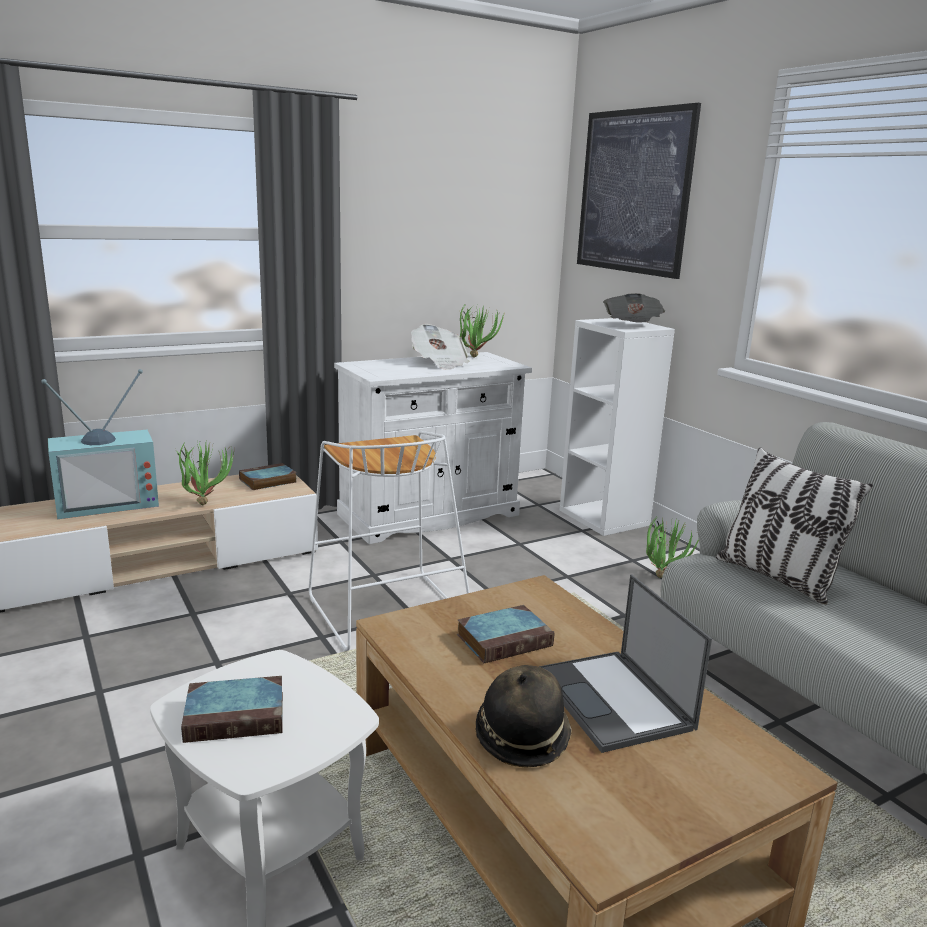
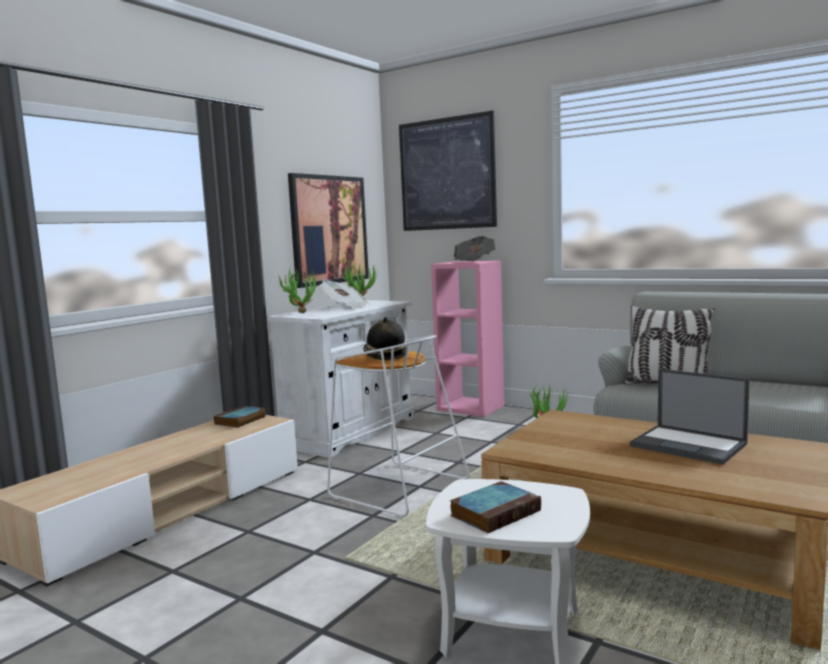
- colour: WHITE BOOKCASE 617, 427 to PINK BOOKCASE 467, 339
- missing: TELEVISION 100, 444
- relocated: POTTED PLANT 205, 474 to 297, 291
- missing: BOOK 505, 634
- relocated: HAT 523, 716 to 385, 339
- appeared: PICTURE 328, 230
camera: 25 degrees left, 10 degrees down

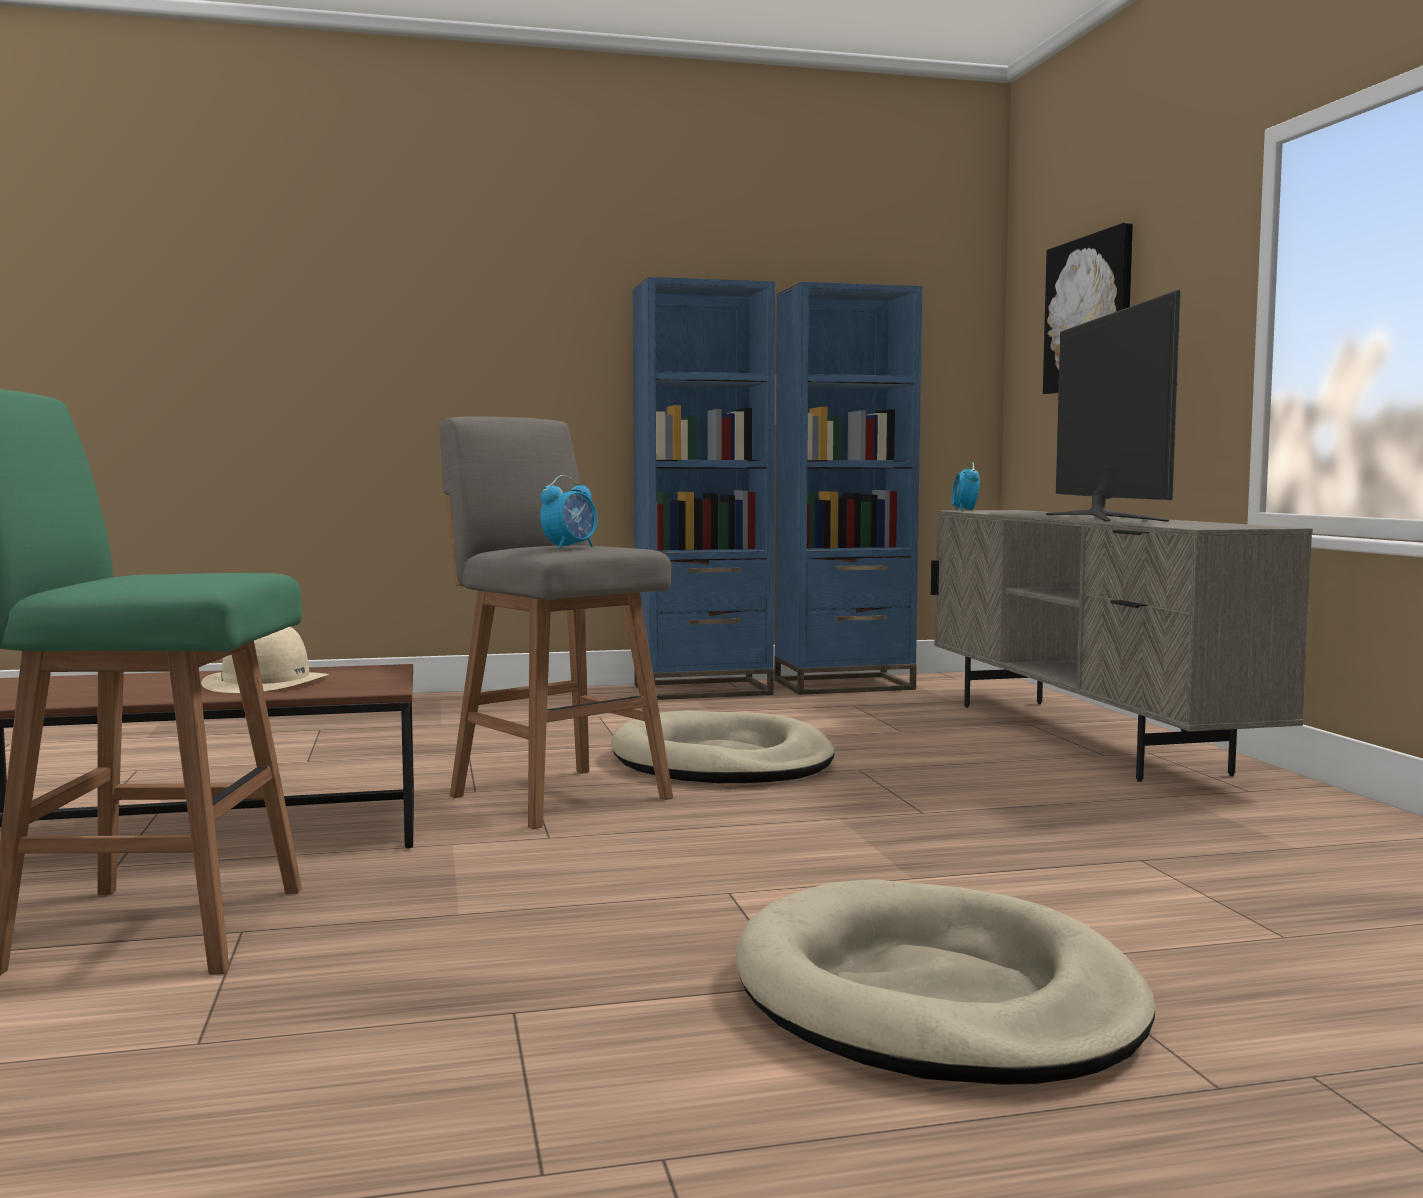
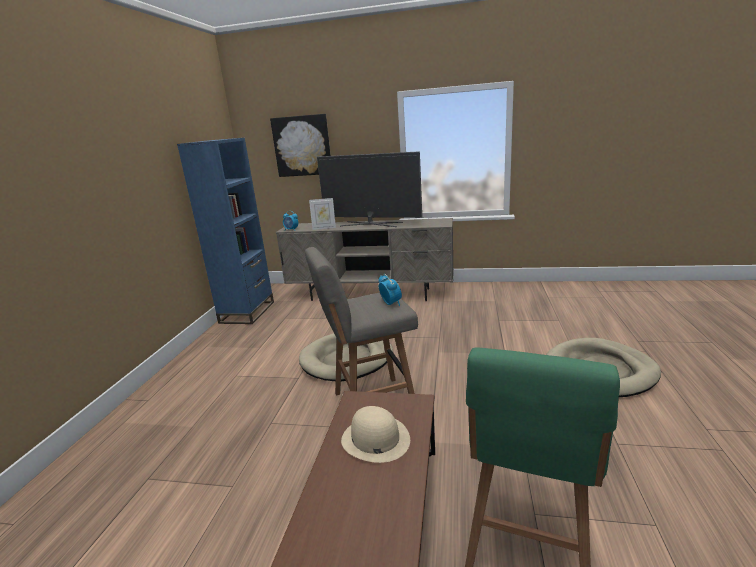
- missing: BLUE BOOKCASE 703, 488
- appeared: PICTURE FRAME 322, 214
camera: 65 degrees left, 15 degrees up

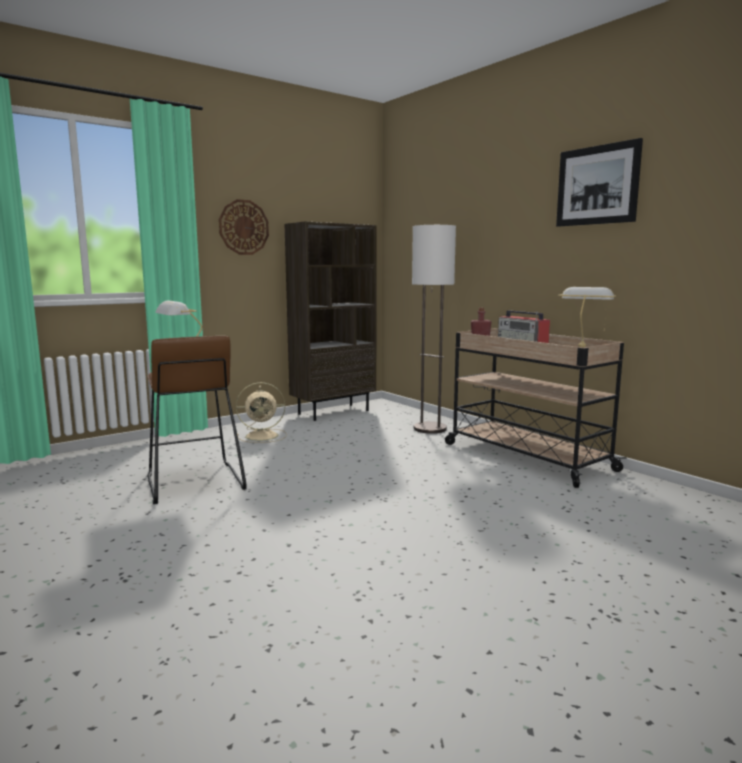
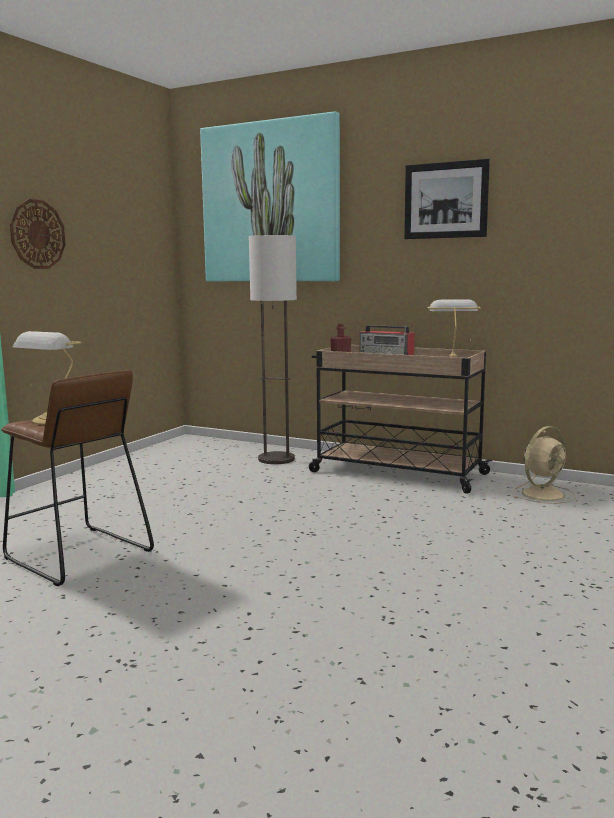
- missing: BROWN BOOKCASE 331, 321
- relocated: BEIGE FAN 261, 412 to 544, 465
- appeared: PICTURE 270, 196
camera: 25 degrees left, 0 degrees up

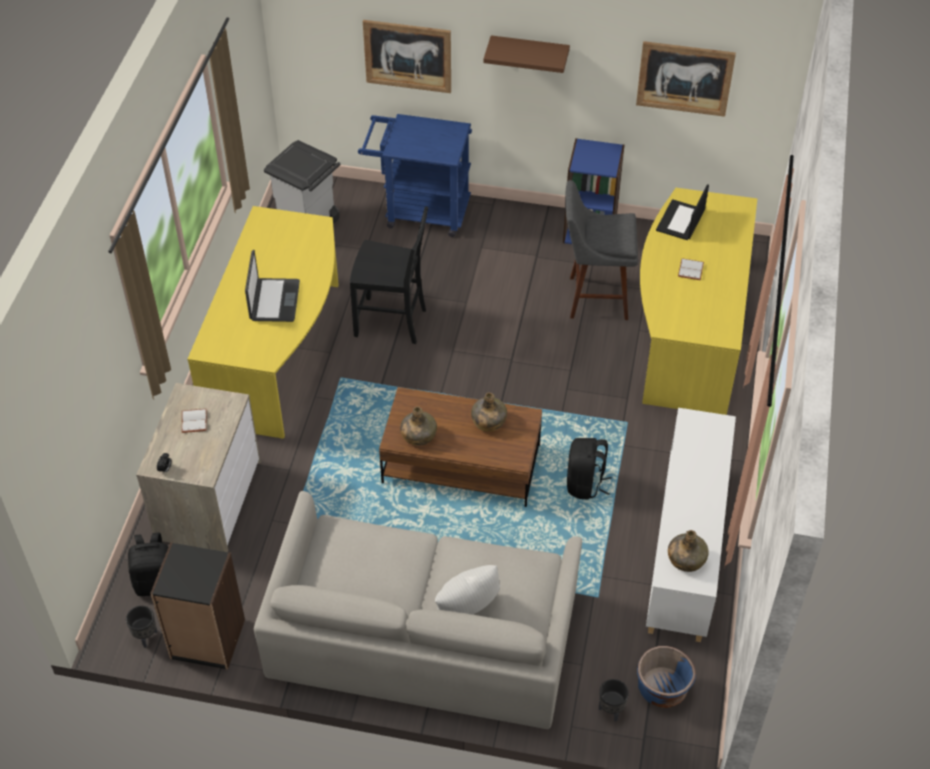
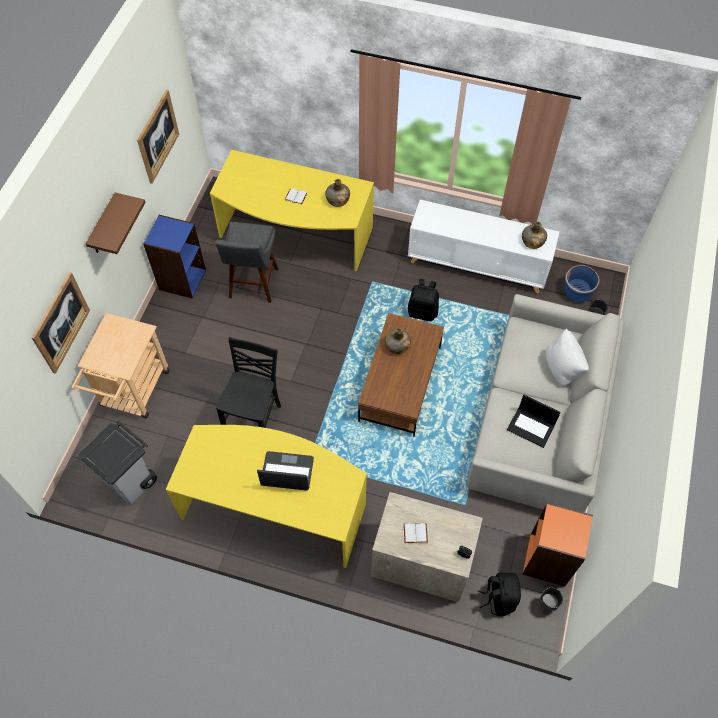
- colour: BLUE CART 415, 175 to BEIGE CART 120, 365
- relocated: LAPTOP 682, 212 to 534, 421
- relocated: GREEN BOTTLE 418, 426 to 337, 193
- colour: BLACK BOOKCASE 197, 605 to ORANGE BOOKCASE 557, 544
camera: 85 degrees left, 10 degrees up

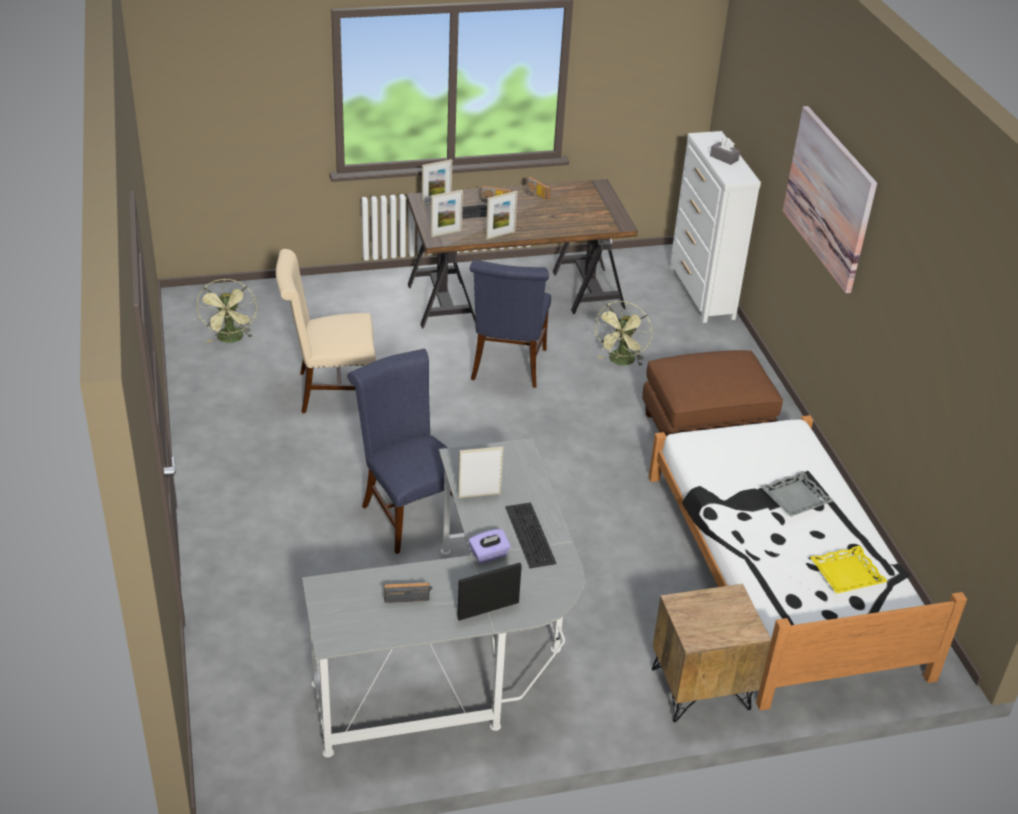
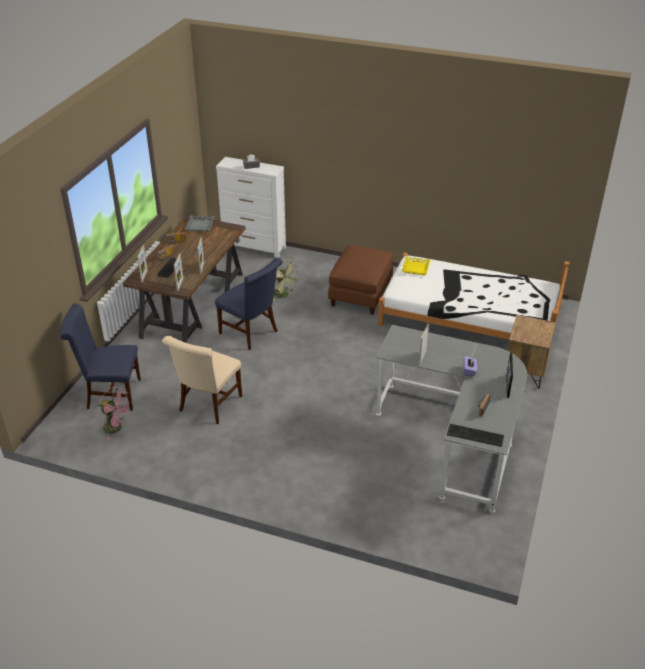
- missing: PICTURE 830, 199
- colour: GREEN FAN 226, 311 to PINK FAN 114, 413
- relocated: BLUE CHAIR 400, 451 to 100, 357
- relocated: GREY TRAY 797, 494 to 200, 223
- relocated: KEYBOARD 530, 535 to 475, 435
- relocated: YELLOW TRAY 849, 570 to 416, 265
camera: 55 degrees left, 0 degrees up

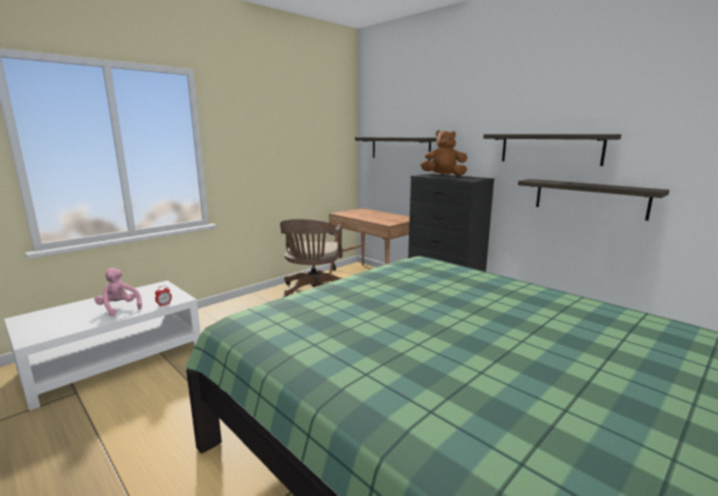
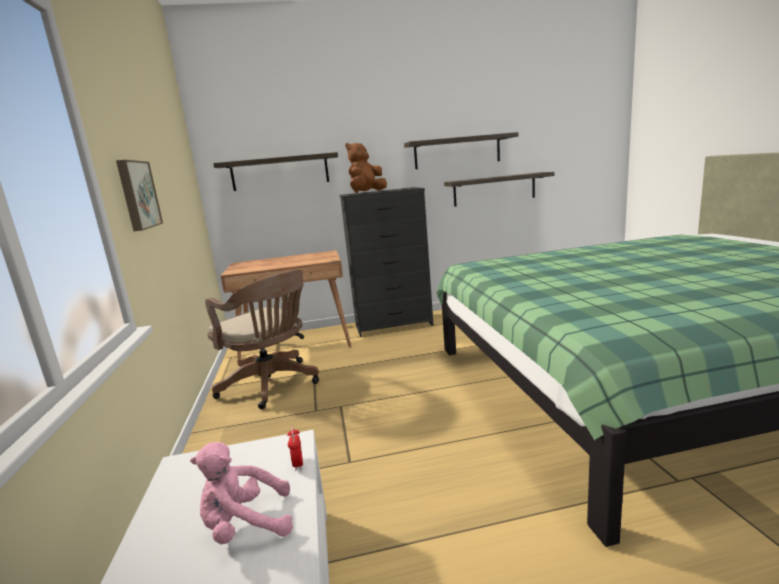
- appeared: PICTURE 139, 195
camera: 55 degrees left, 0 degrees up

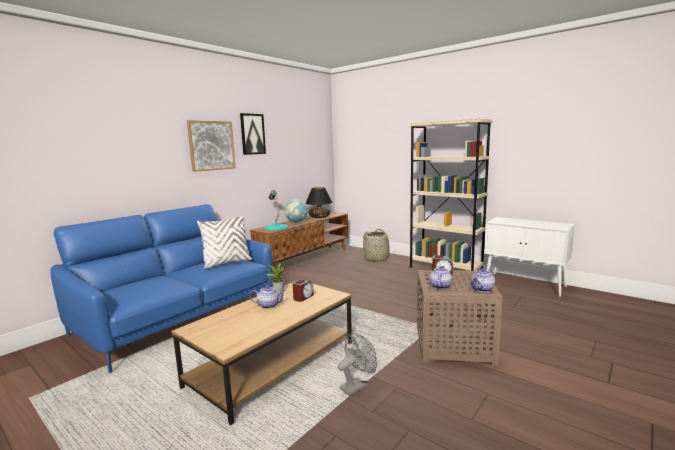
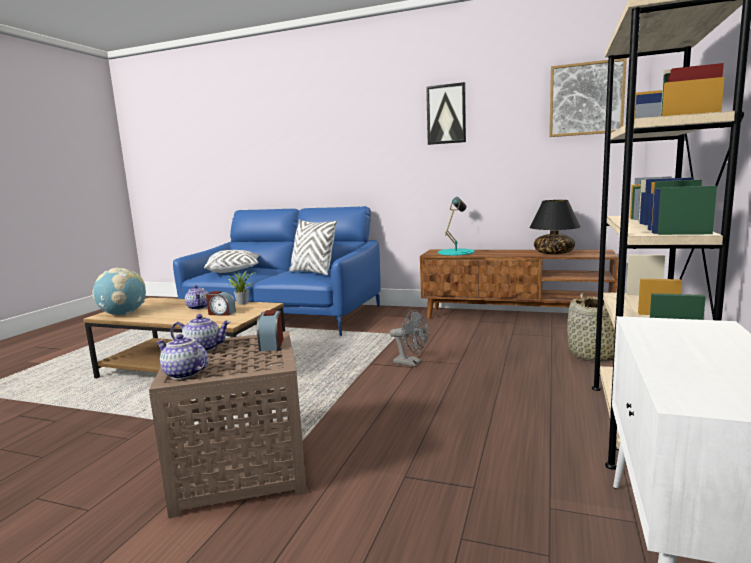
- relocated: PICTURE 211, 146 to 588, 97
- relocated: GLOBE 296, 211 to 119, 292
- relocated: GREY FAN 357, 364 to 408, 338
- appeared: WHITE PILLOW 232, 261
camera: 70 degrees right, 0 degrees up

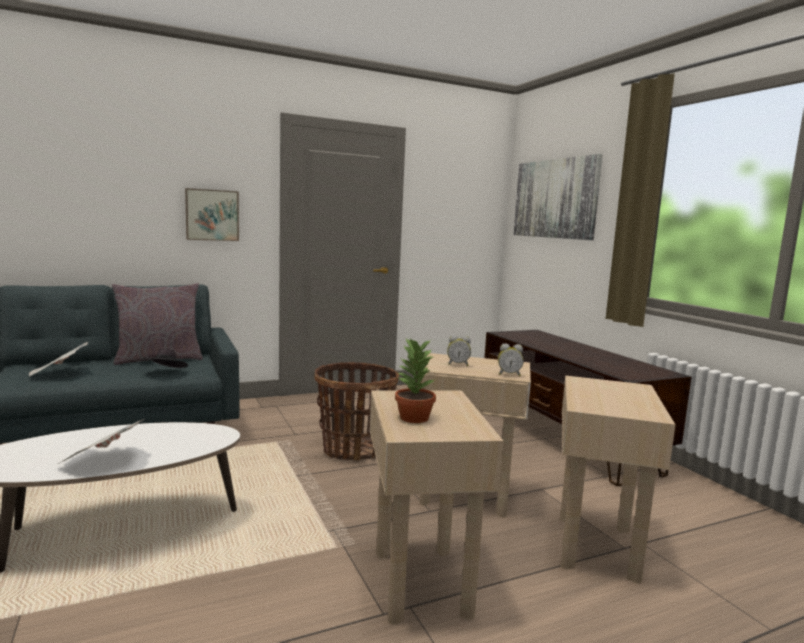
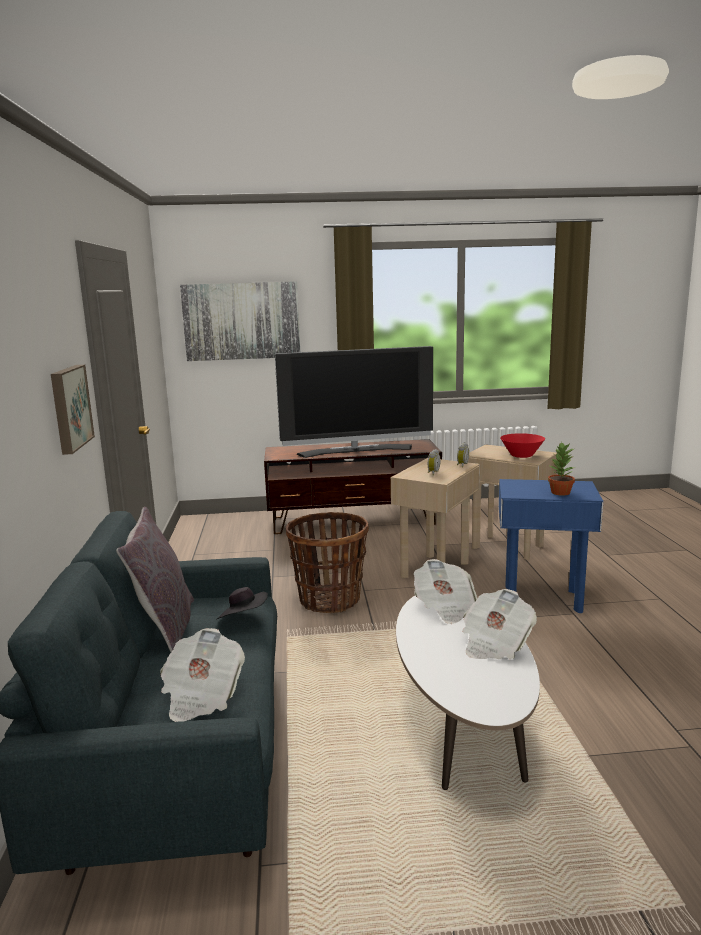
- colour: BEIGE SIDE TABLE 437, 507 to BLUE SIDE TABLE 551, 546
- appeared: TELEVISION 354, 402
- appeared: RED BOWL 522, 445
- appeared: NEWSPAPER 445, 591
camera: 70 degrees left, 5 degrees up

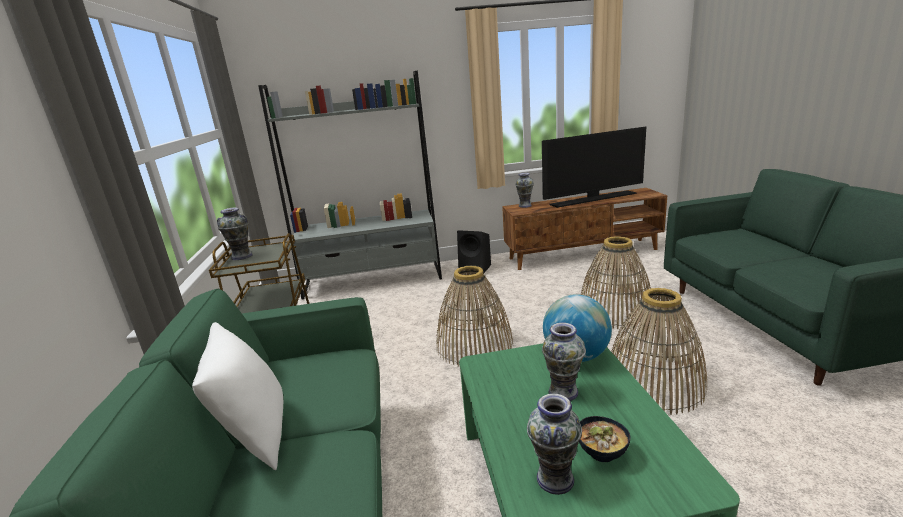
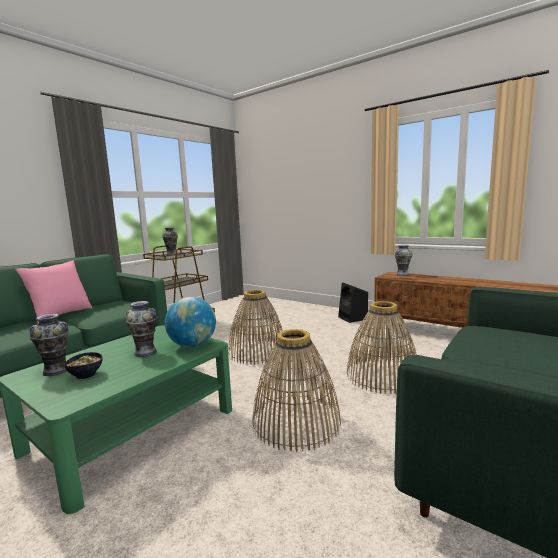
- missing: GREY BOOKCASE 350, 185
- missing: TELEVISION 594, 167
- colour: WHITE PILLOW 237, 396 to PINK PILLOW 53, 292
camera: 45 degrees right, 10 degrees down

